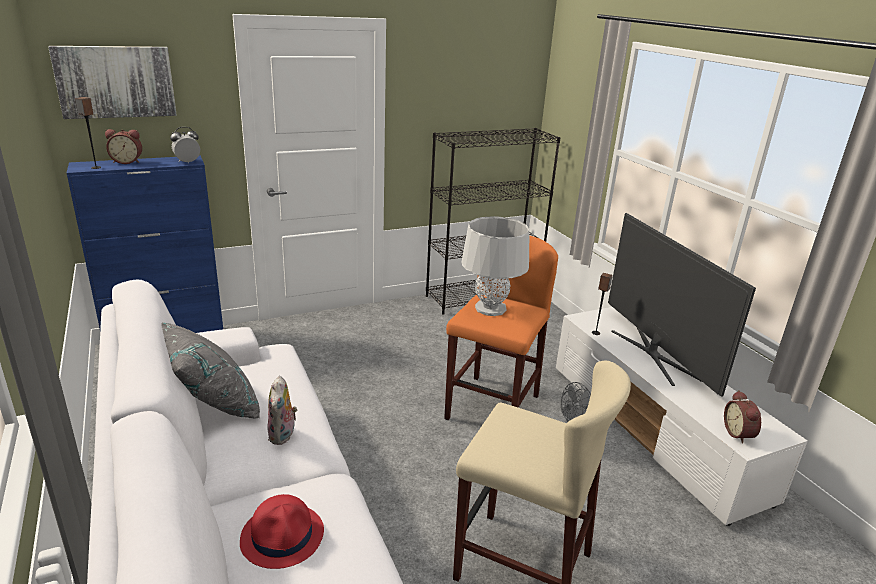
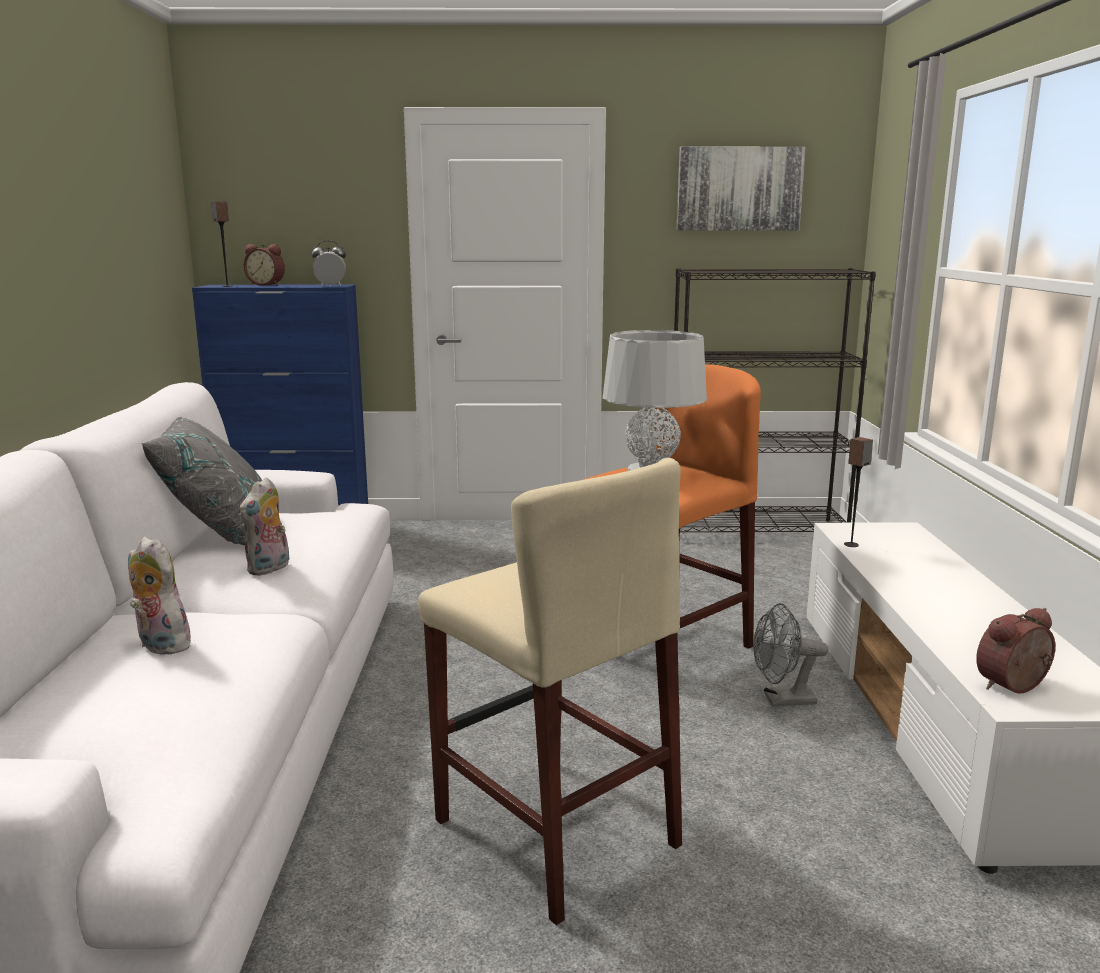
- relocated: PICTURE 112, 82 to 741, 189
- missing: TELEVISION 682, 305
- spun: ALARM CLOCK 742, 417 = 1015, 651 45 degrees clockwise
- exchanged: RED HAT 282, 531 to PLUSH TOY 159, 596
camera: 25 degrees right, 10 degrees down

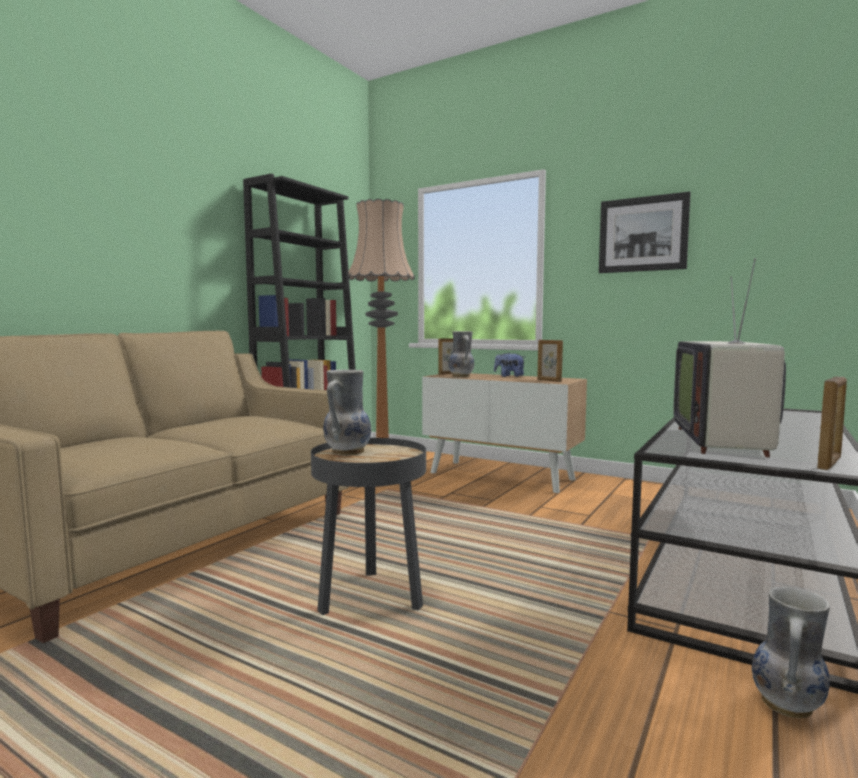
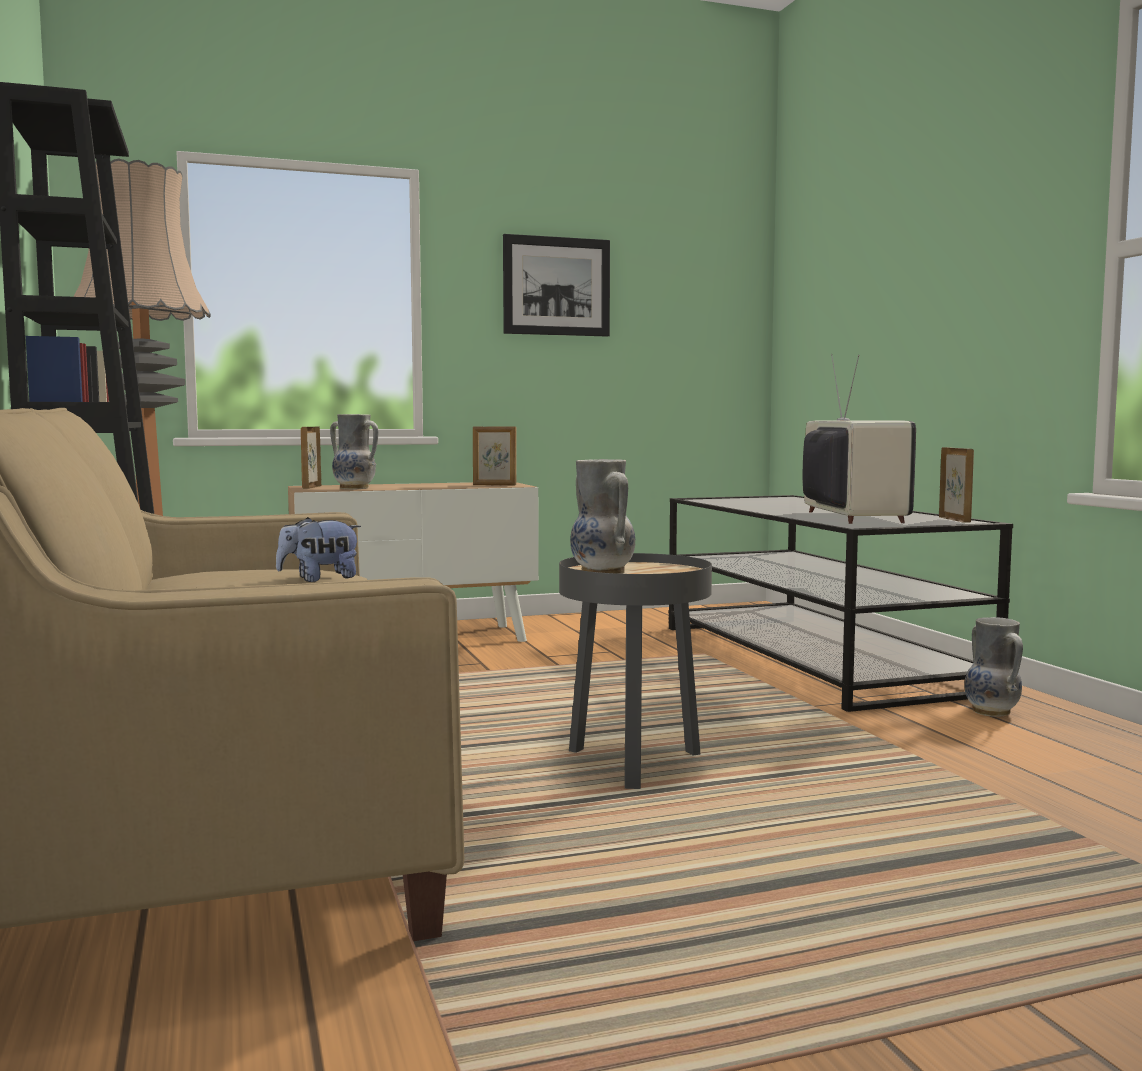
- spun: TELEVISION 729, 357 = 859, 439 150 degrees counterclockwise
- relocated: PLUSH TOY 509, 365 to 318, 549
camera: 50 degrees left, 0 degrees up

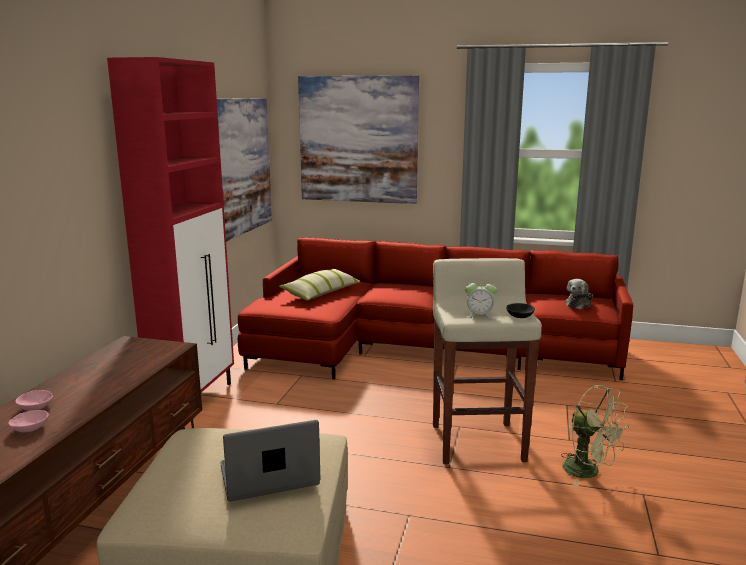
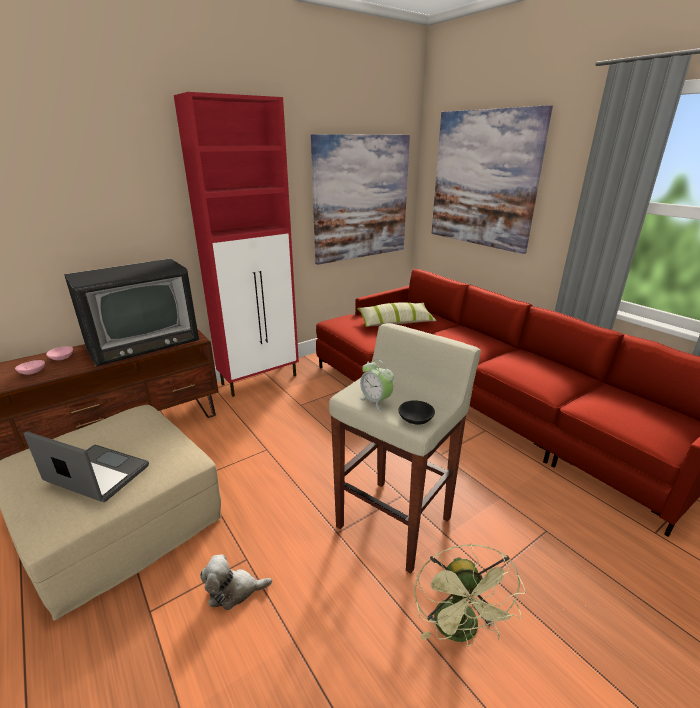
- relocated: PLUSH TOY 579, 294 to 236, 582
- appeared: TELEVISION 131, 312
camera: 40 degrees right, 10 degrees up

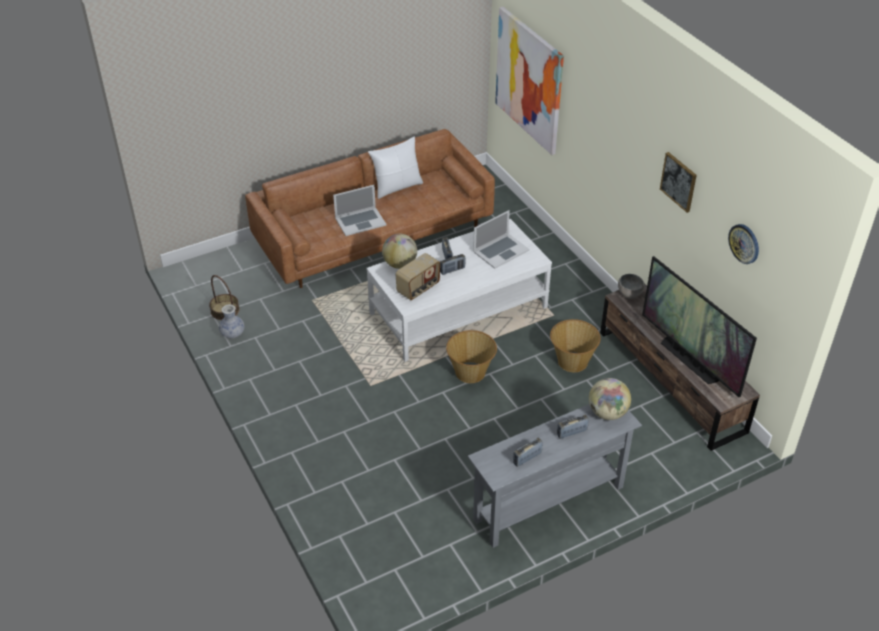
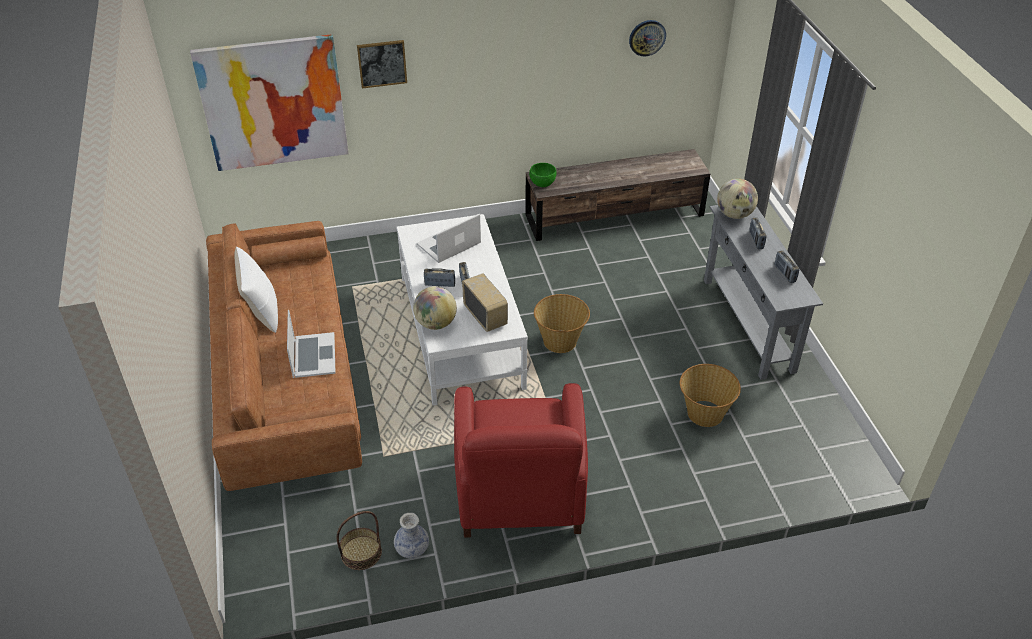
- relocated: PICTURE 678, 182 to 382, 64
- spun: LAPTOP 501, 239 = 449, 238 105 degrees counterclockwise
- missing: TELEVISION 699, 326
- colour: GREY BOWL 631, 286 to GREEN BOWL 543, 175
- relocated: BASKET 575, 345 to 710, 395
- appeared: RED ARMCHAIR 521, 460
camera: 75 degrees left, 0 degrees up

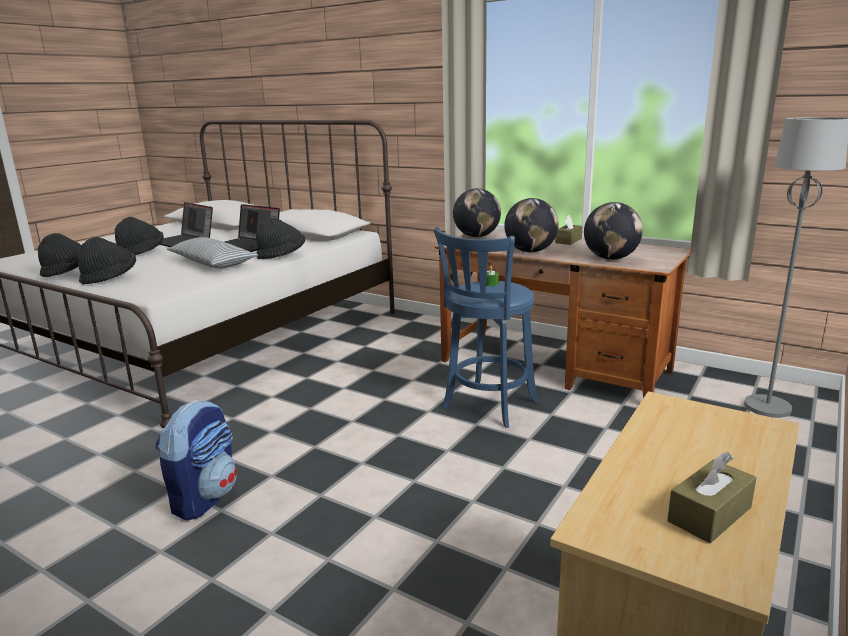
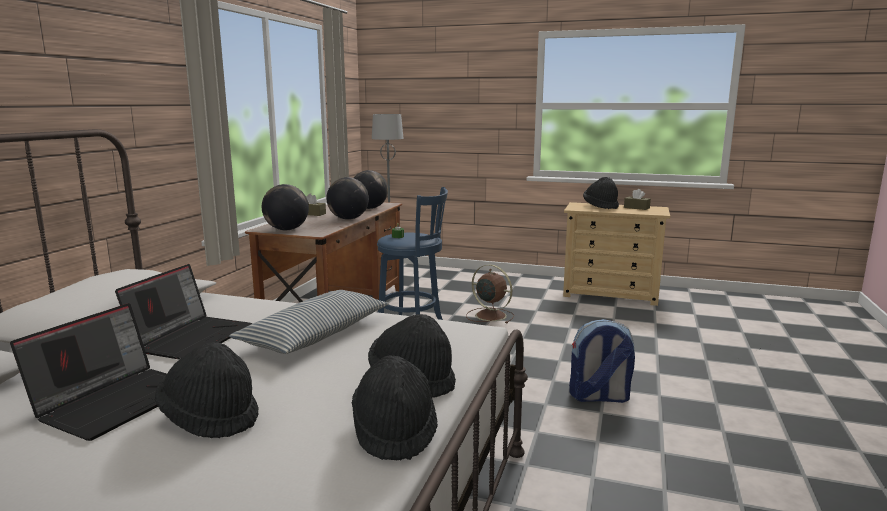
- relocated: BLACK HAT 280, 238 to 601, 193
- appeared: BROWN FAN 490, 293
camera: 105 degrees left, 5 degrees down

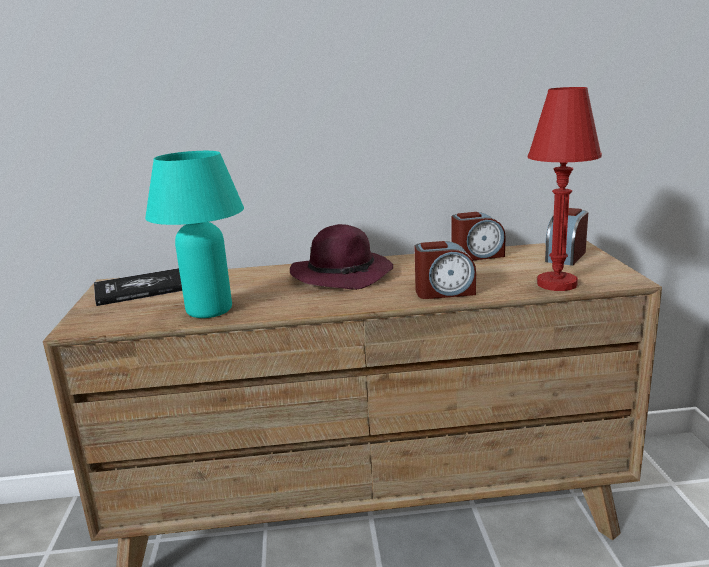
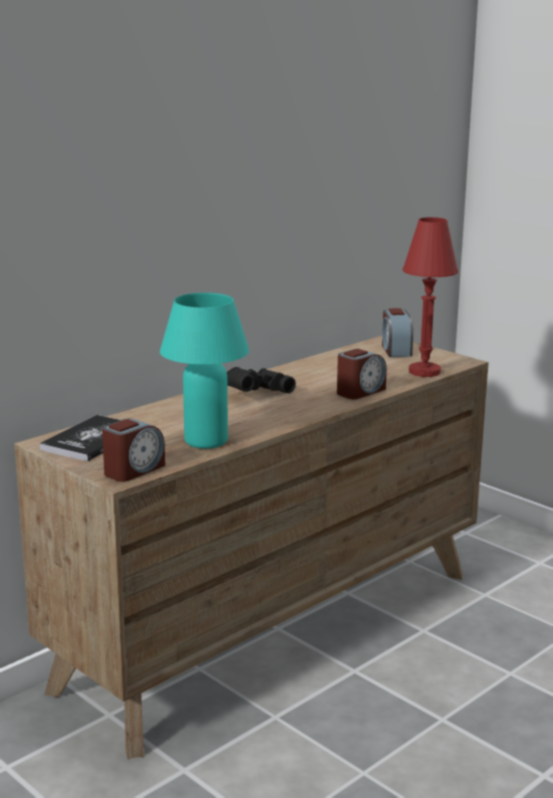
- relocated: ALARM CLOCK 478, 236 to 133, 450
- exchanged: PURPLE HAT 341, 257 to BLACK BINOCULARS 261, 380
camera: 40 degrees left, 0 degrees up

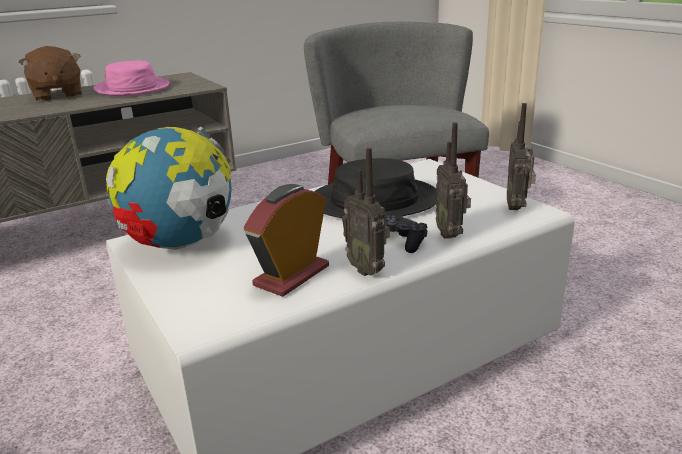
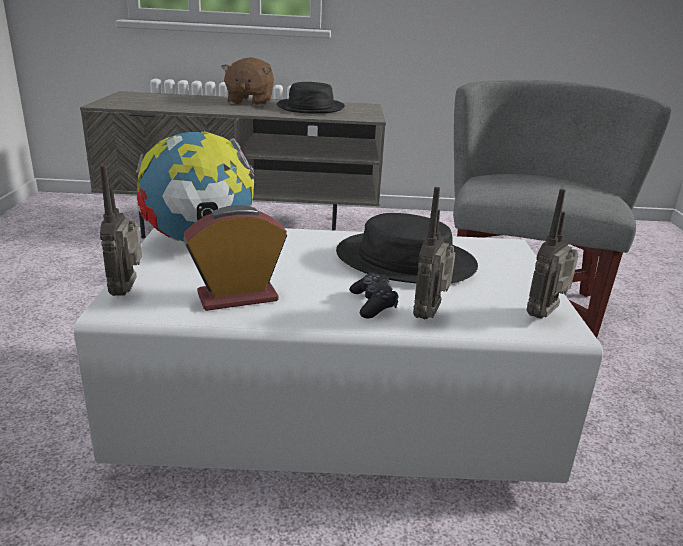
- colour: PINK HAT 131, 78 to BLACK HAT 311, 98
- relocated: RADIO 366, 212 to 121, 230
camera: 30 degrees right, 0 degrees up

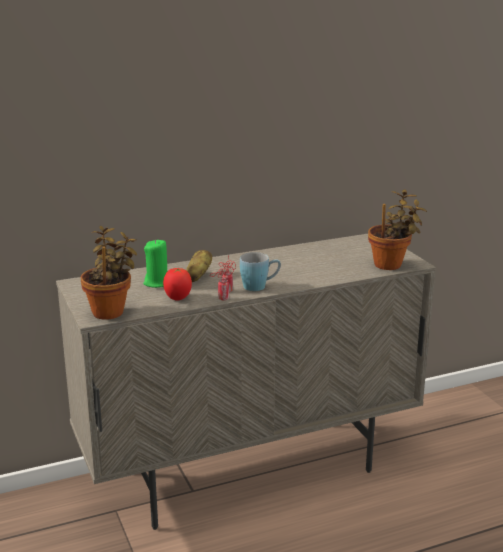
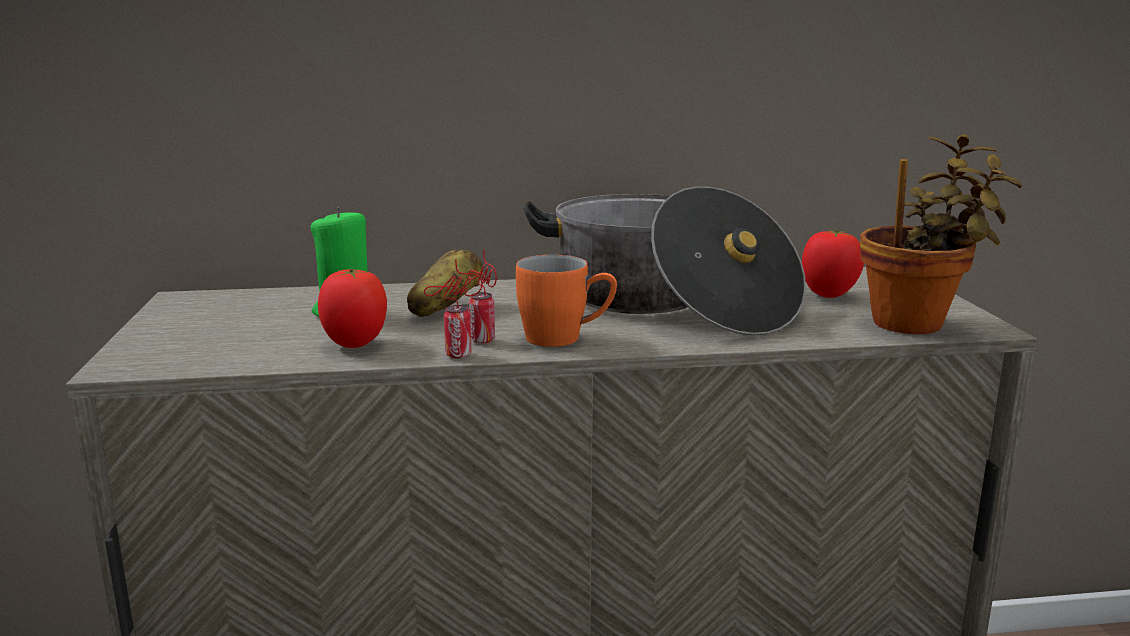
- missing: POTTED PLANT 109, 273
- colour: BLUE MUG 260, 271 to ORANGE MUG 566, 301
- appeared: COOKING POT 664, 261
- appeared: TOMATO 833, 264
camera: 15 degrees right, 5 degrees down

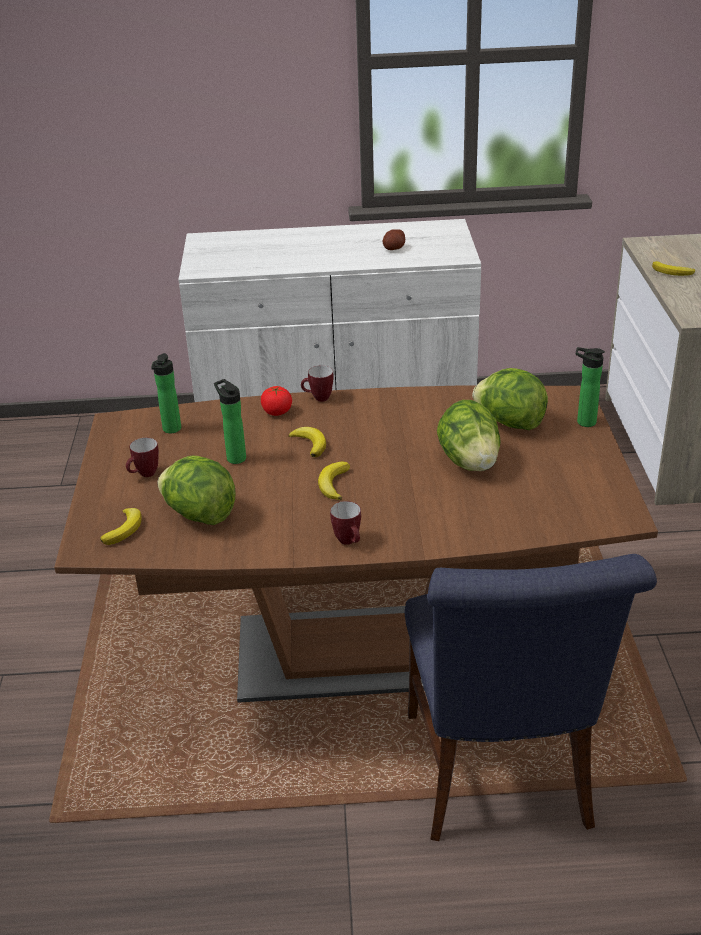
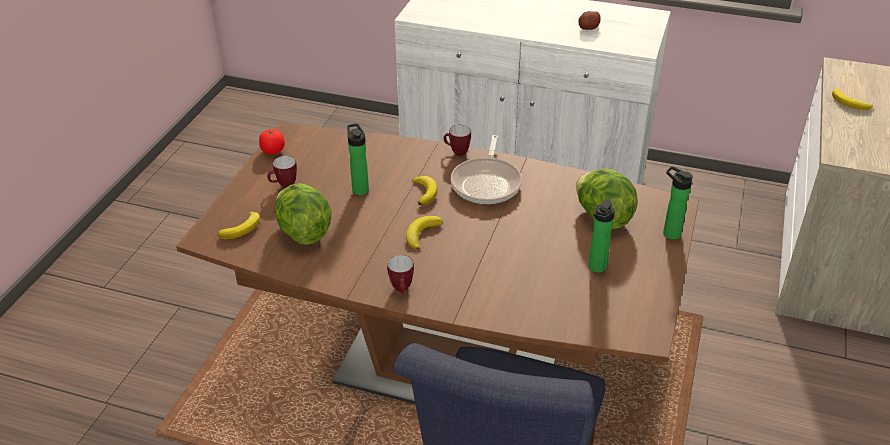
- relocated: BOTTLE 166, 393 to 601, 236
- relocated: TOMATO 276, 401 to 272, 142
- missing: LETTUCE 469, 435
- appeared: FRYING PAN 486, 169
camera: 20 degrees right, 5 degrees up

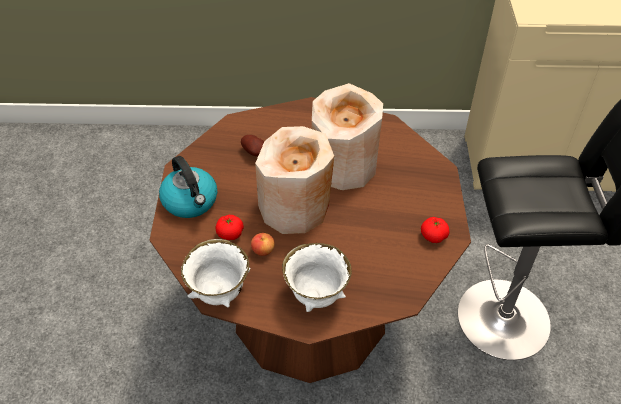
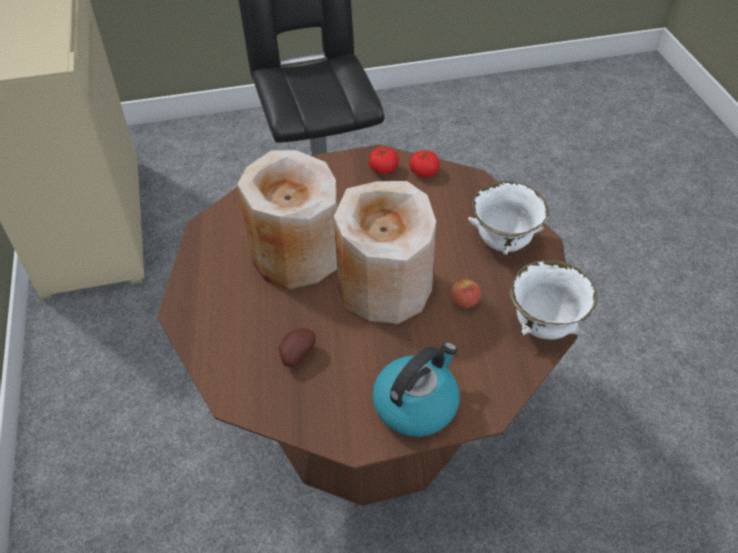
- relocated: TOMATO 229, 227 to 424, 163
camera: 105 degrees left, 0 degrees up

